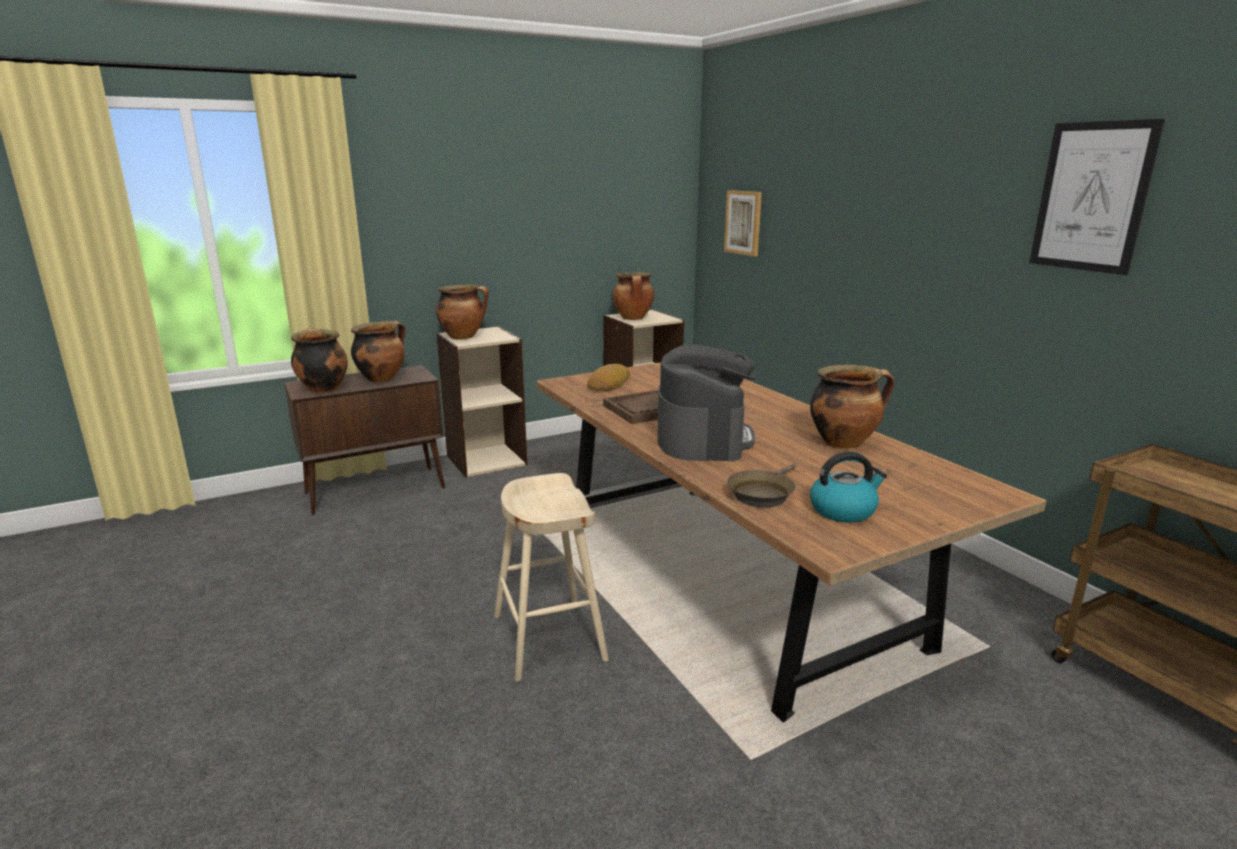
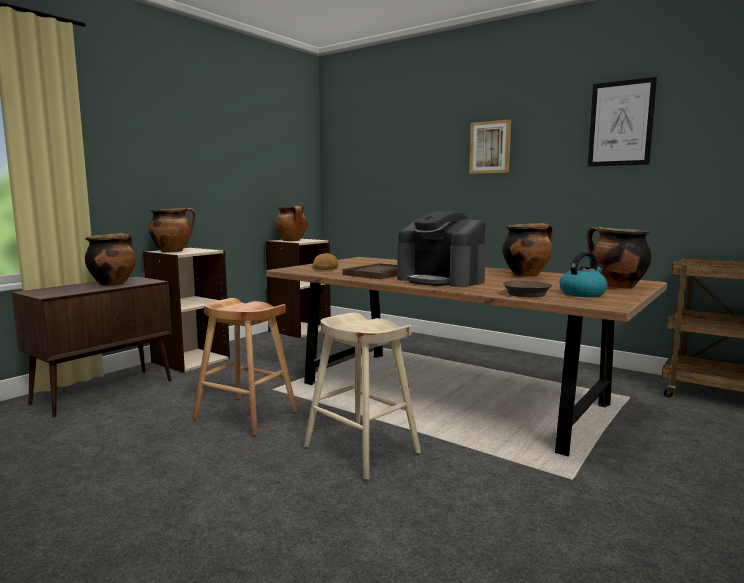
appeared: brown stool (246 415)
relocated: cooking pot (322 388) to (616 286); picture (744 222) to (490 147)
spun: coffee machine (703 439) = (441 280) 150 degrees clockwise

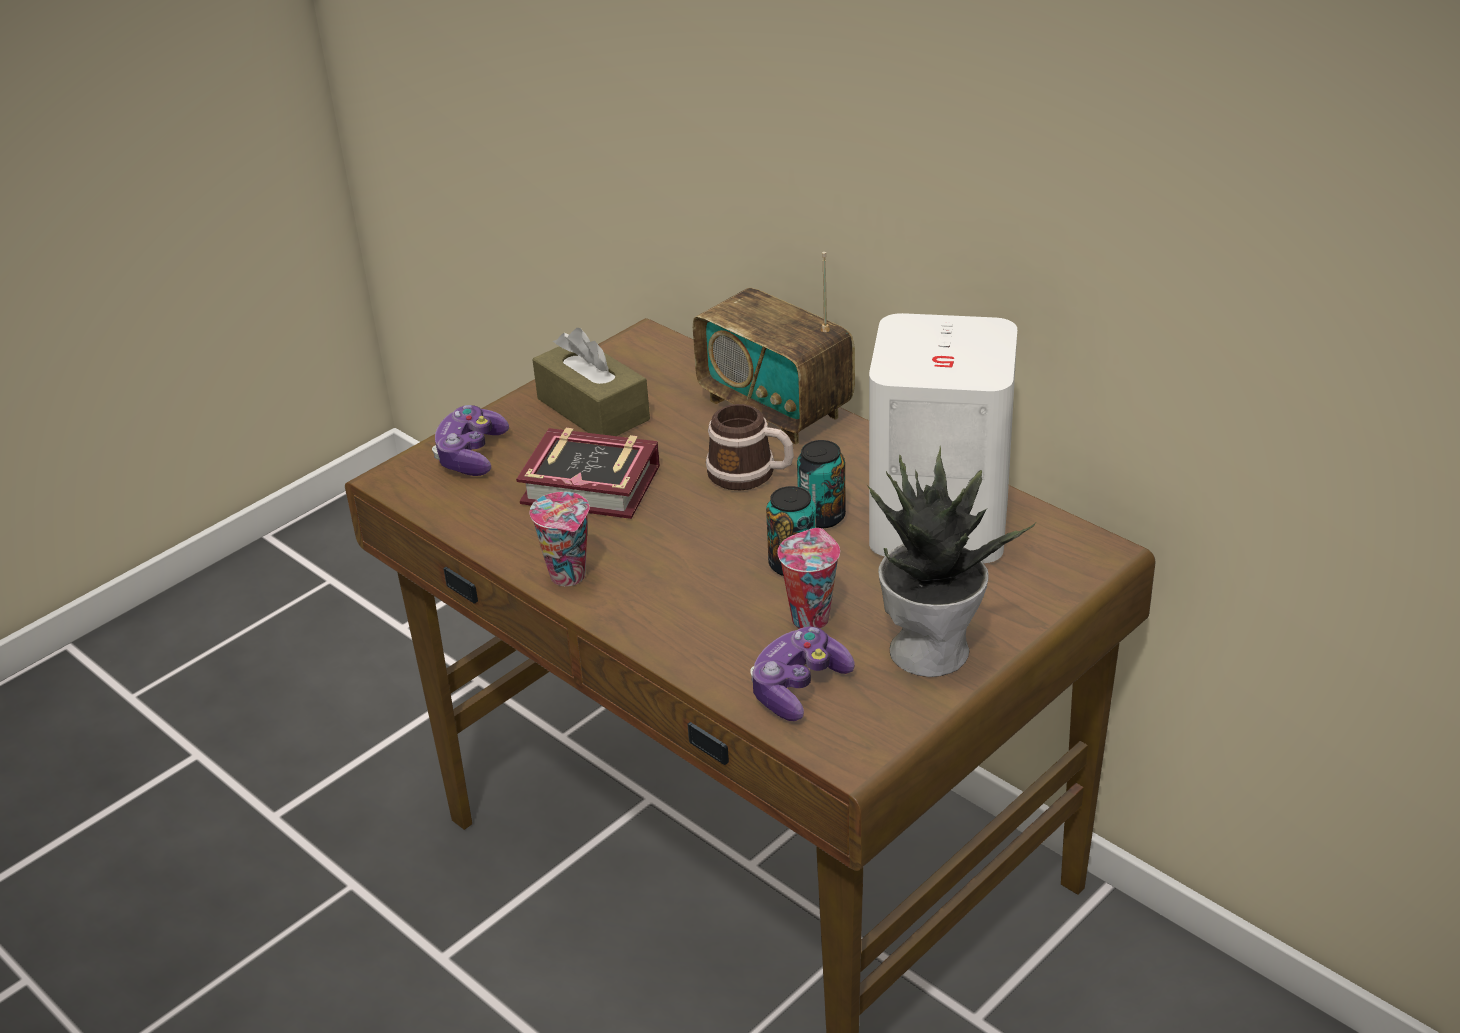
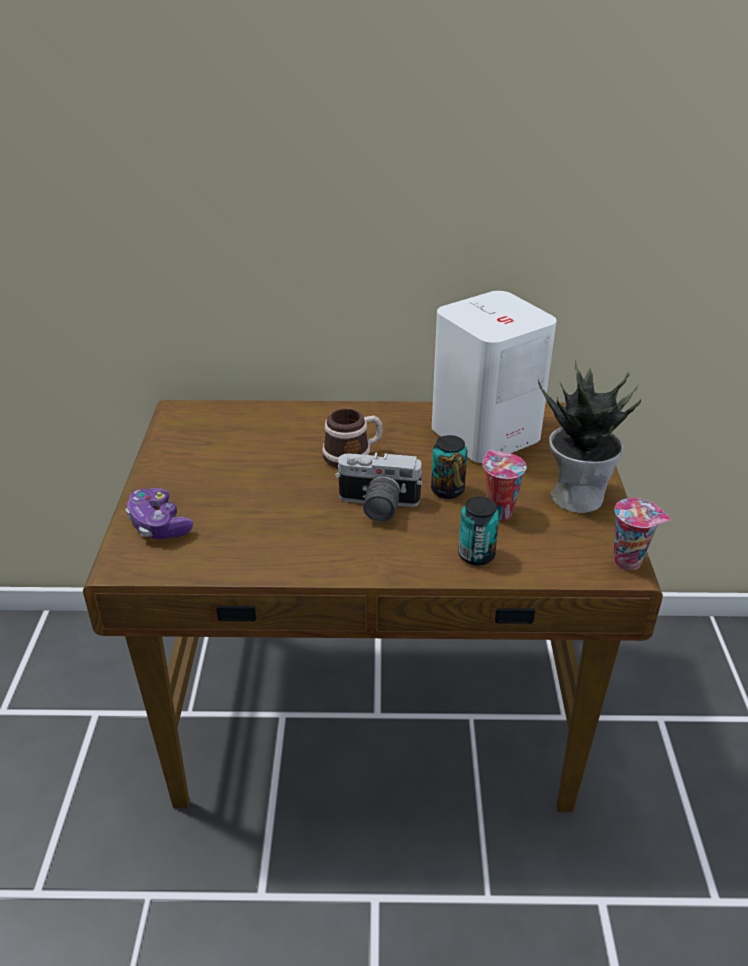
missing: book (595 488); brown tissue box (593 409); radio (775 408); game controller (798 687)
appeared: photo camera (377 507)
relocated: cup (570 576) to (629 561); can (822 516) to (476 555)

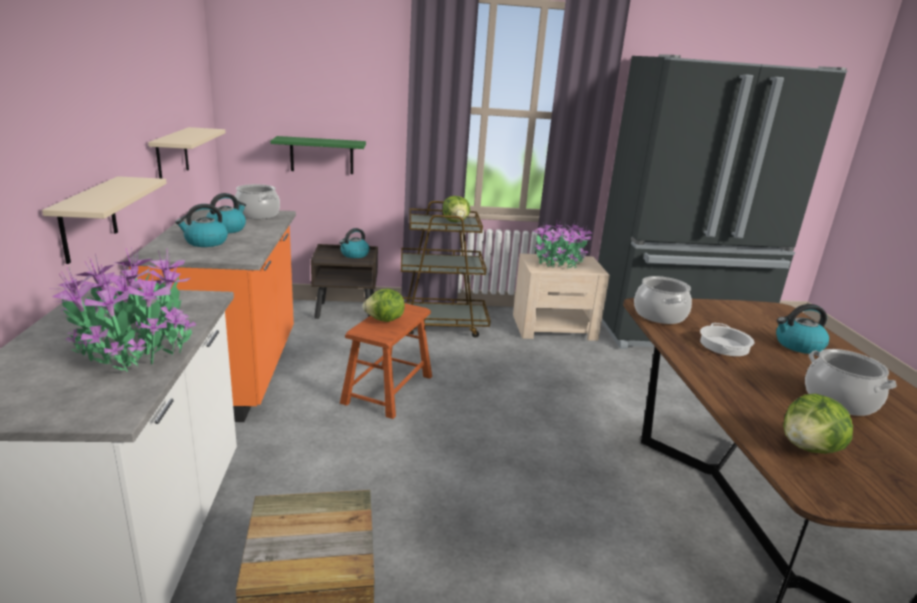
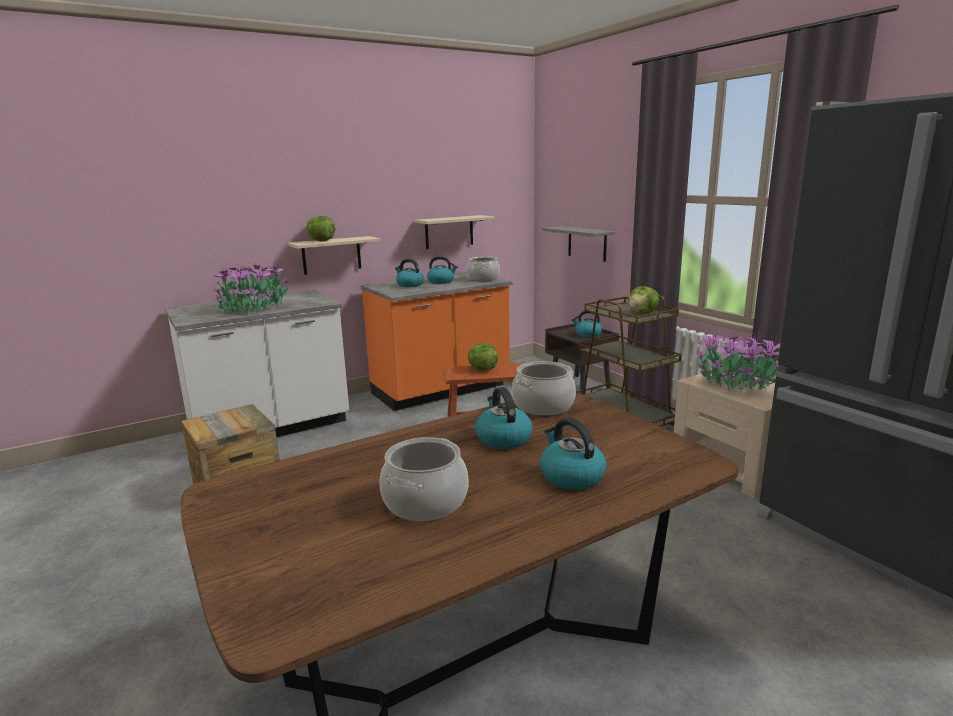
relocated: lettuce (809 448) to (320 241)
exchanged: cooking pot (725 346) to kettle (503 439)
colour: green shelf (322 155) to grey shelf (587 243)

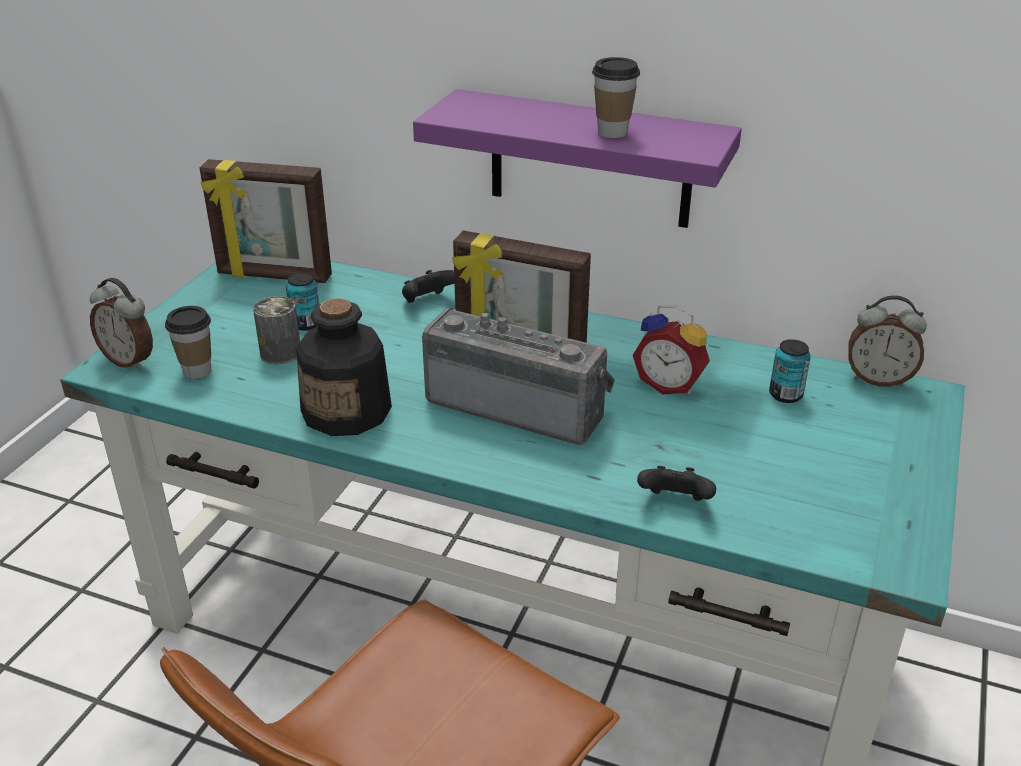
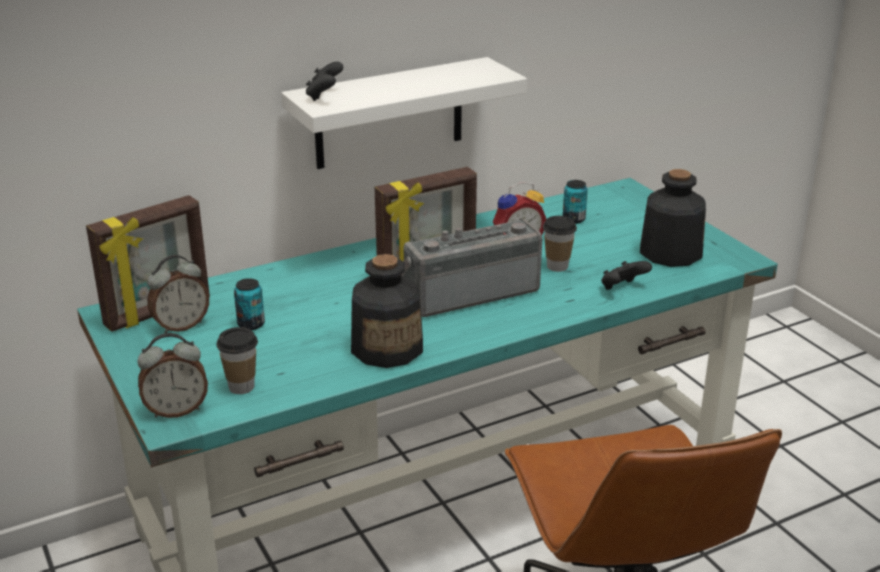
missing: can (280 353)
appeared: bottle (669 253)
relocated: black game controller (428 301) to (324 96); cup (612 132) to (557 266); alarm clock (878 379) to (181 326)
colour: purple shelf (590 159) to white shelf (389 114)

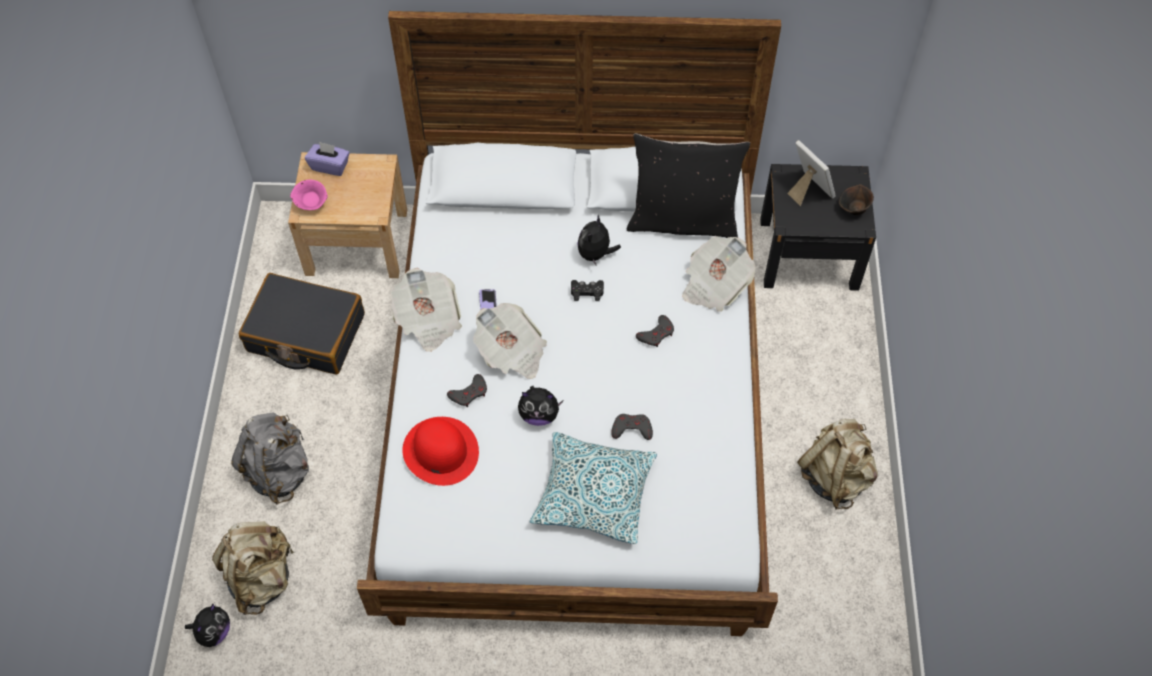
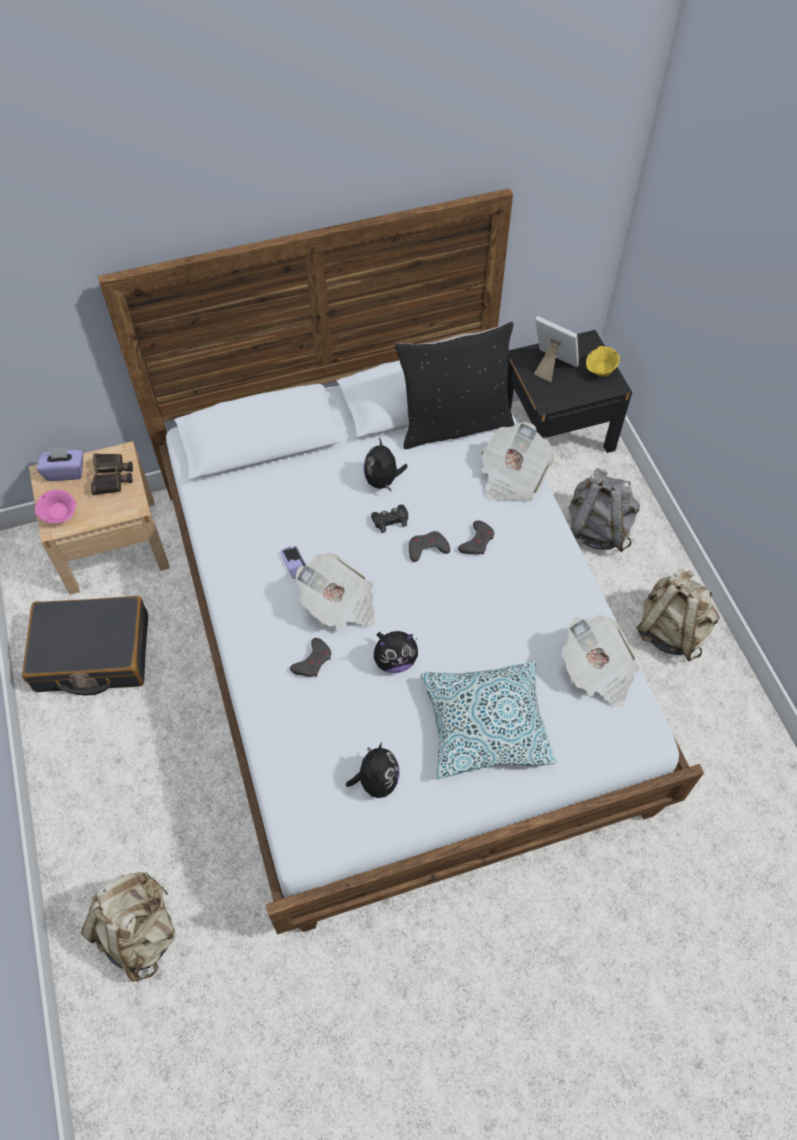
missing: red hat (440 451)
appeared: binoculars (112 477)
relocated: plush toy (214 632) to (376 781); grey backpack (279 471) to (597 529); newspaper (428 320) to (597 671); grey game controller (631 429) to (427 548)
colour: brown bowl (853 209) to yellow bowl (600 371)

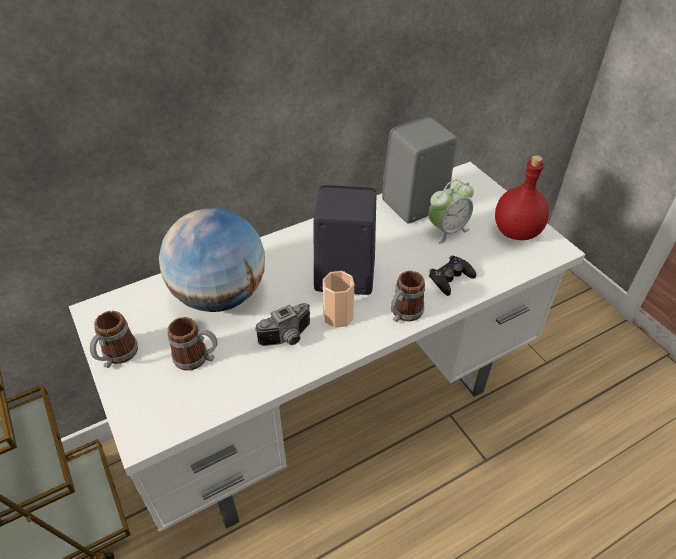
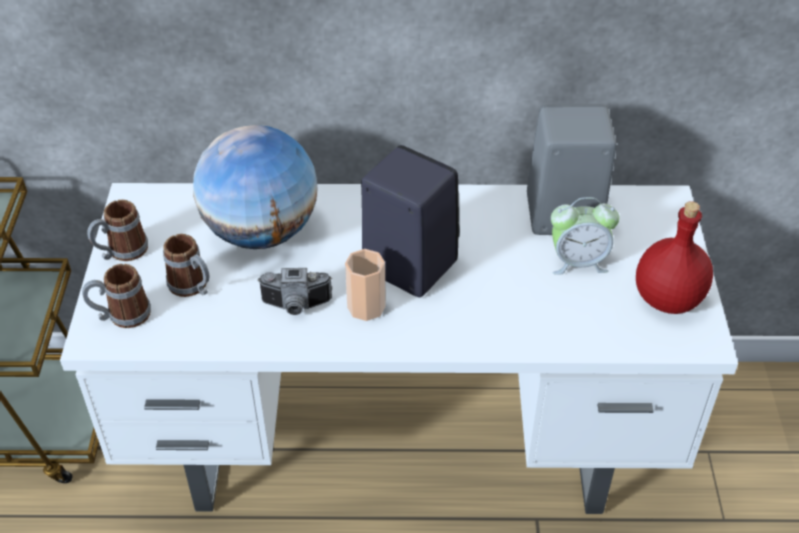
missing: black game controller (450 278)
relocated: mug (403 314) to (121 316)

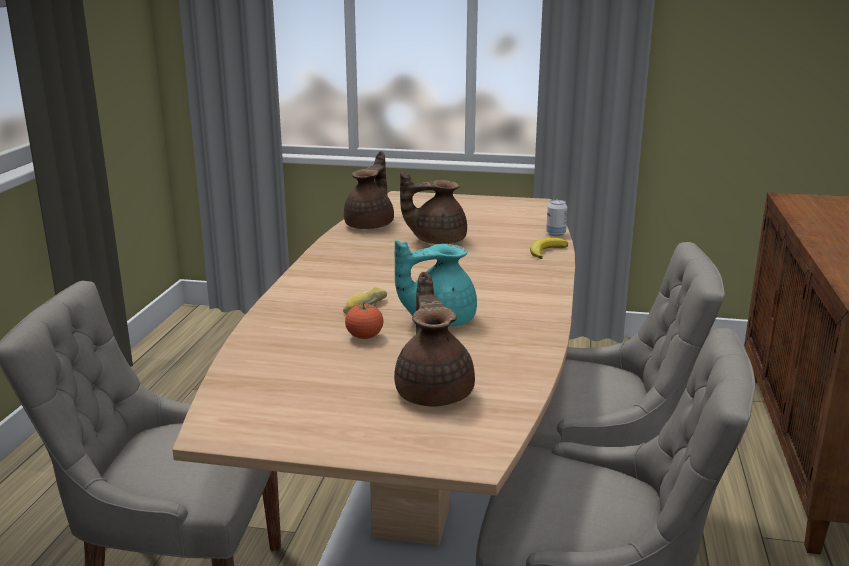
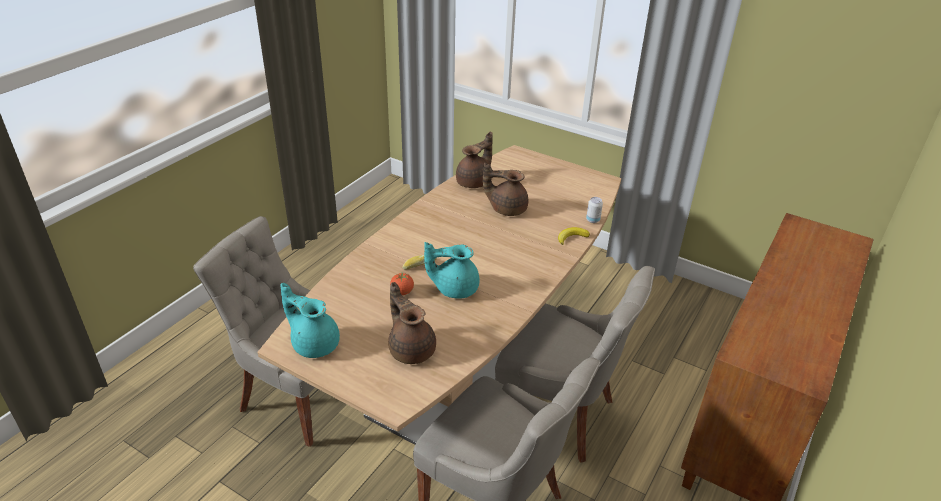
appeared: turquoise teapot (314 343)
spun: brown teapot (434 391) = (411 349) 45 degrees counterclockwise

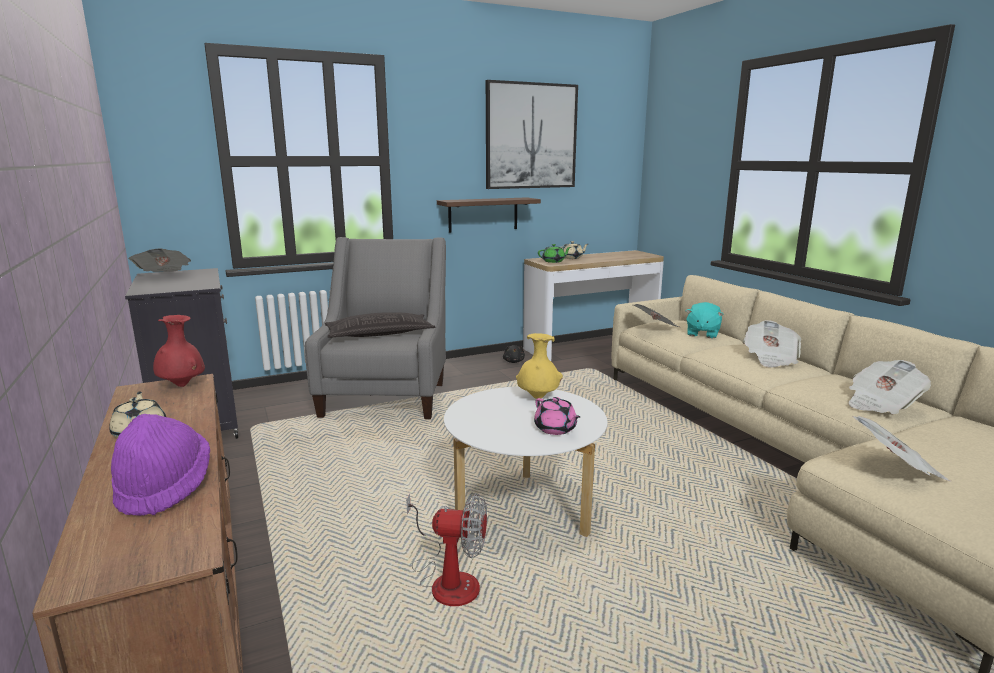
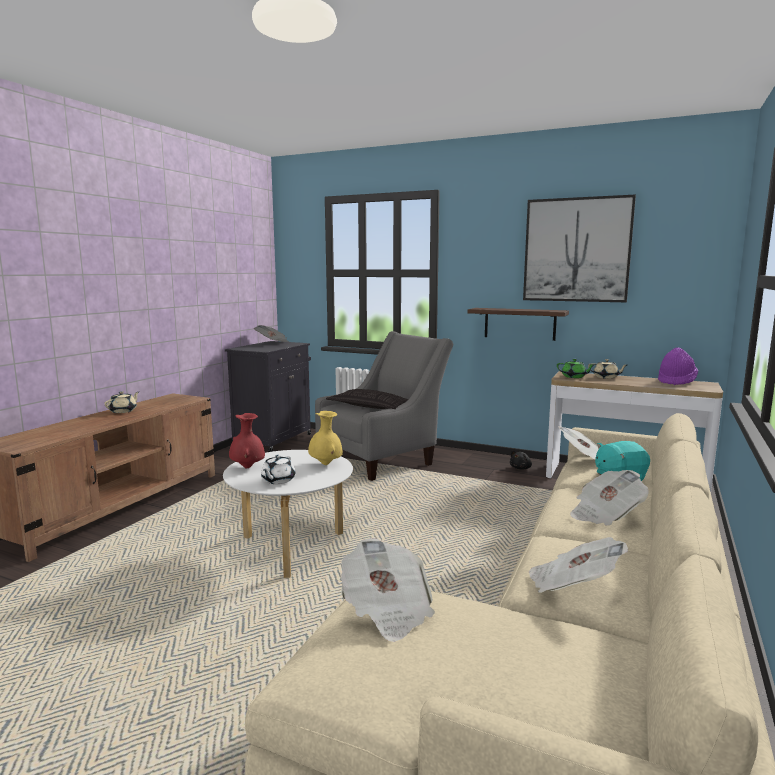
missing: fan (447 579)
relocated: purple hat (164 488) to (676 381); red vase (182 385) to (247 467)
colour: pink teapot (555 429) to white teapot (278 480)

